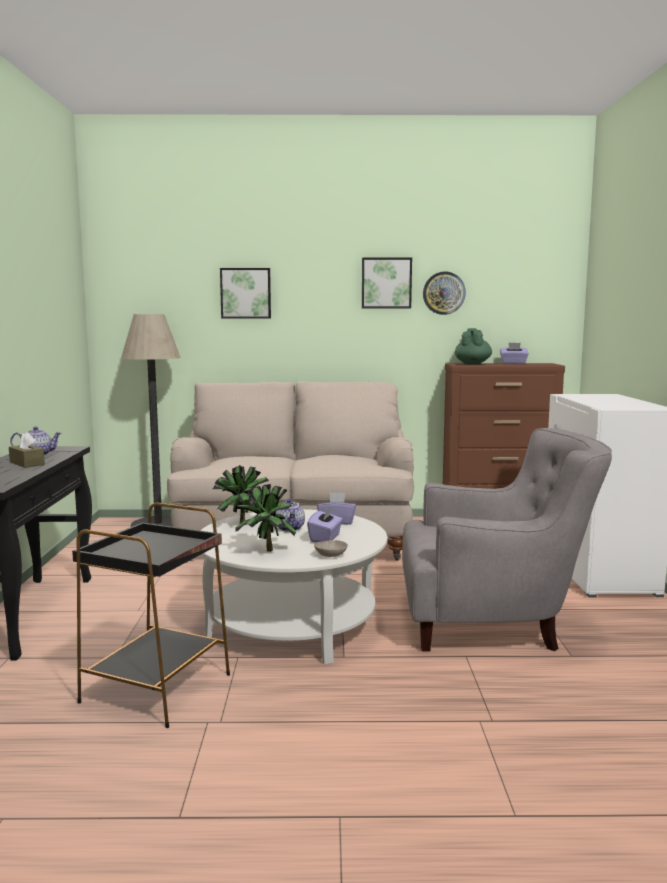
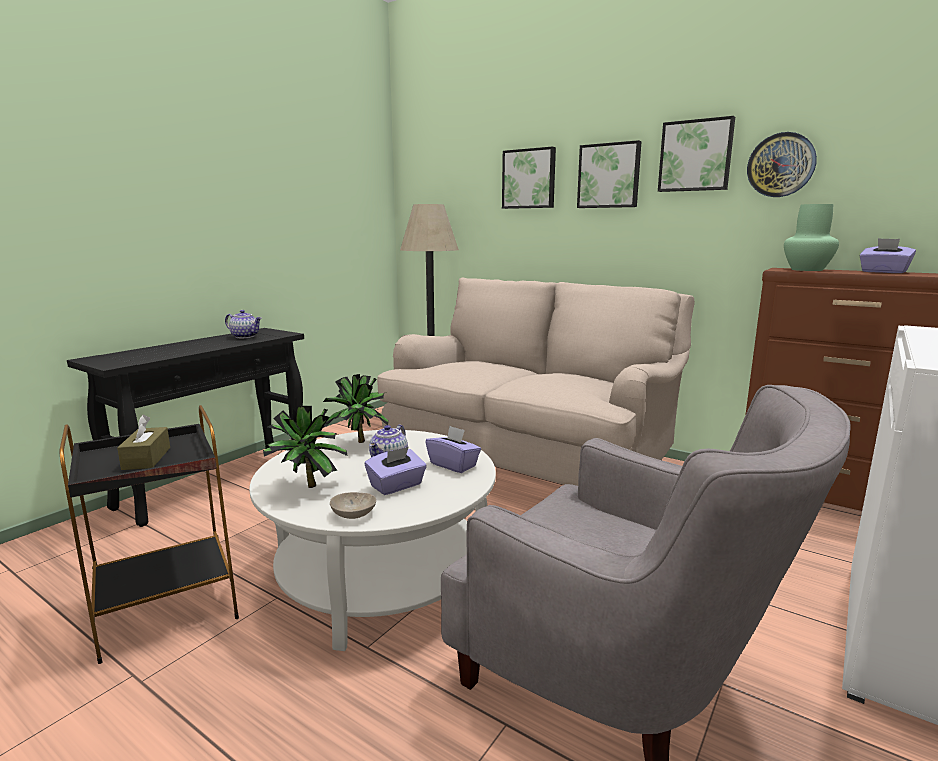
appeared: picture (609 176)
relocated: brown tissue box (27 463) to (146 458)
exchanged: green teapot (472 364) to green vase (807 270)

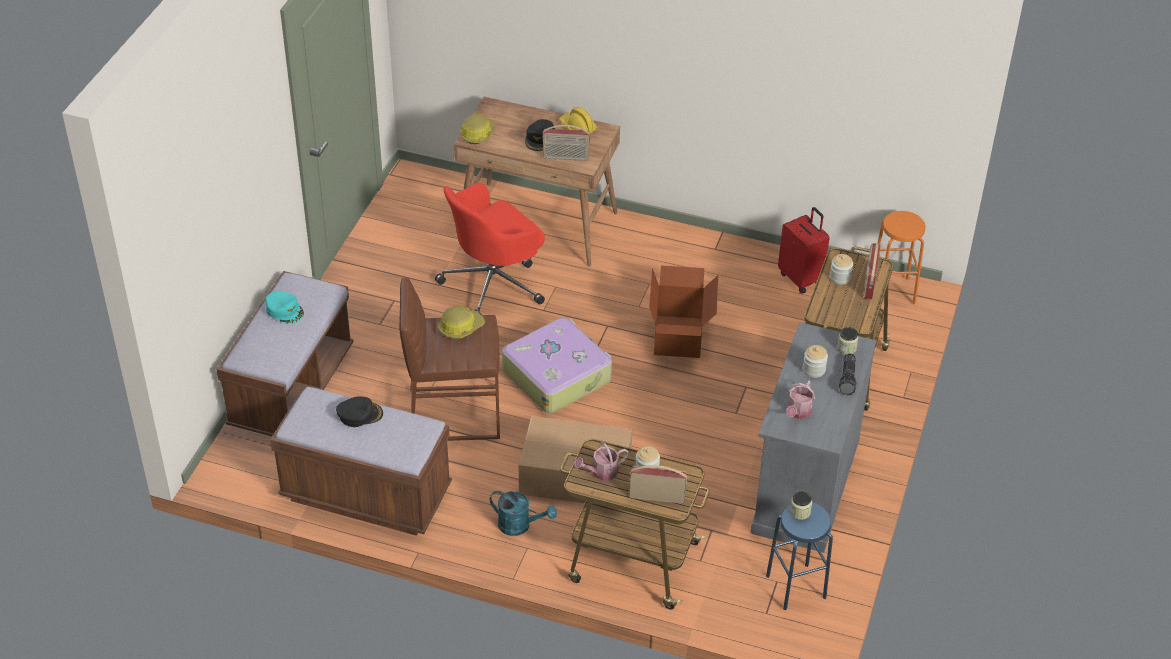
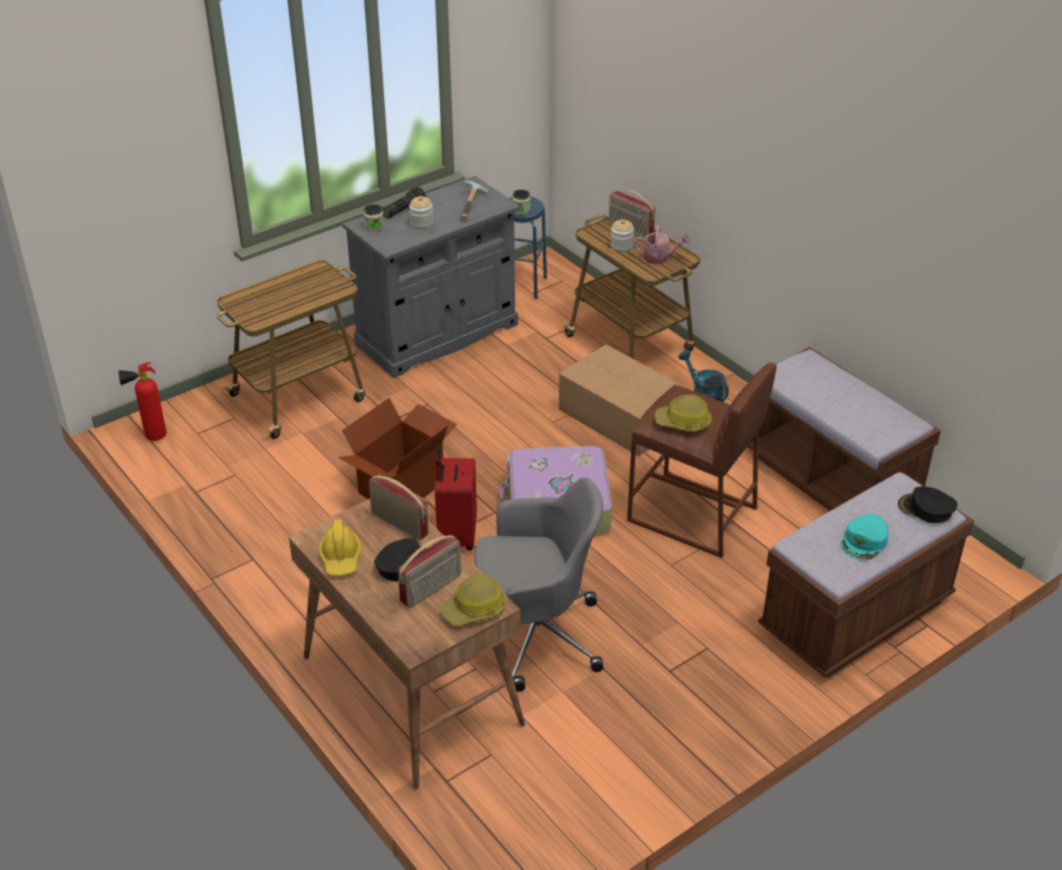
missing: jar (840 277)
relocated: black cap (360 414) to (926 509); red suitcase (801 278) to (456 536); radio (869 283) to (431 589)
exchanged: watering can (798 412) to hammer (473 205); orange stool (892 291) to fire extinguisher (151 437)
colour: red office chair (494 283) to grey office chair (534 635)
spun: turquoise cap (284 310) = (864 541) 135 degrees counterclockwise

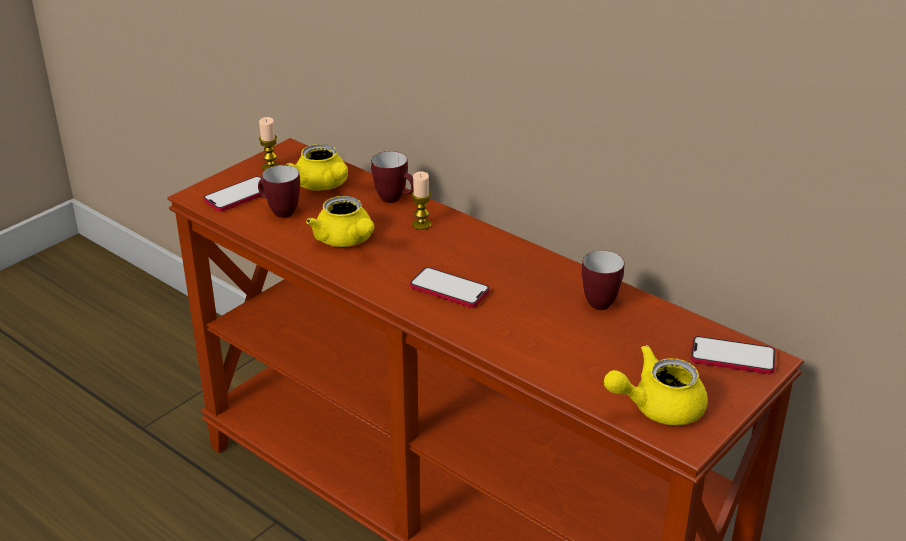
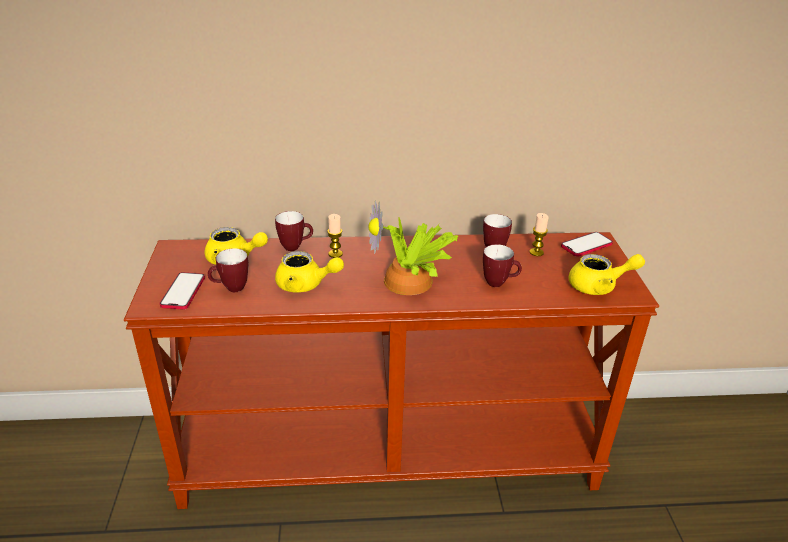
appeared: mug (499 283)
relocated: candle (270 167) to (536 252)
exchanged: phone (449 289) to potted plant (411 282)
spun: yellow teapot (657 407) = (599 286) 120 degrees counterclockwise

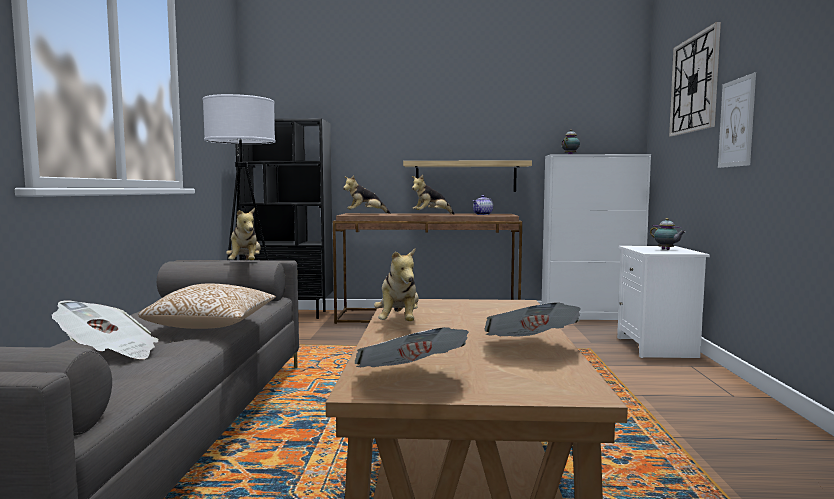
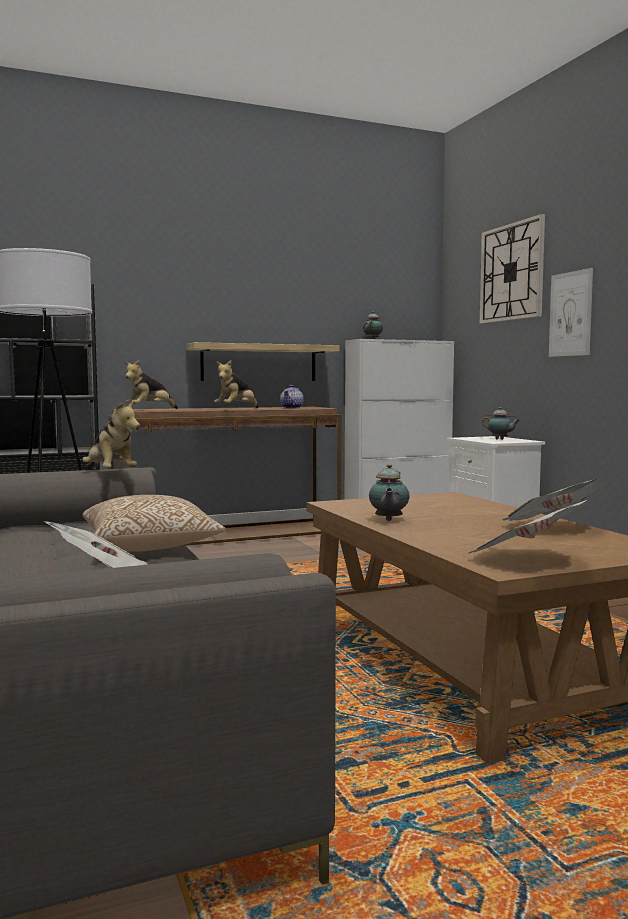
exchanged: plush toy (399 323) to teapot (388 520)

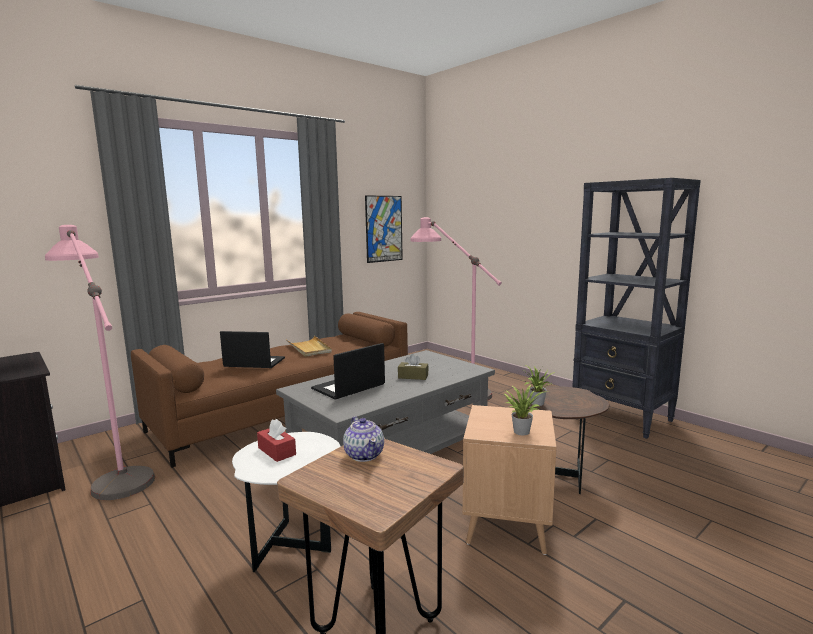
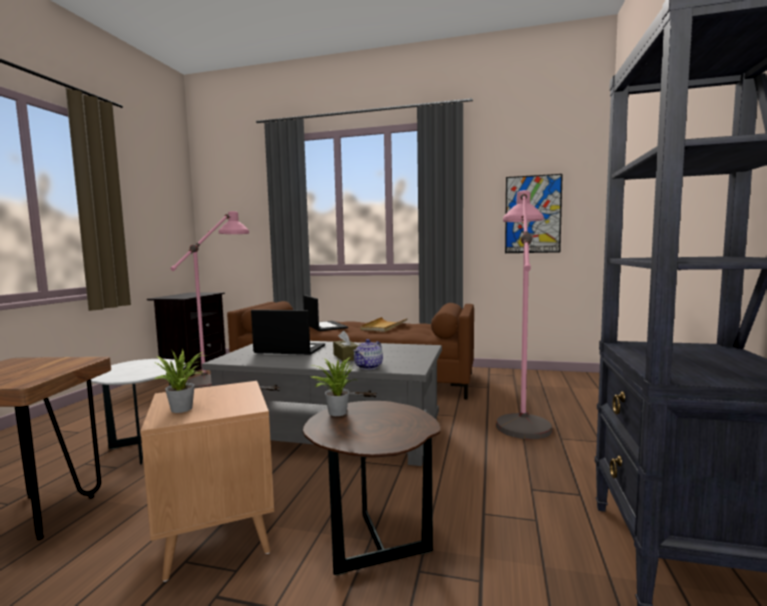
missing: red tissue box (277 451)
relocated: teapot (364 455) to (369 367)

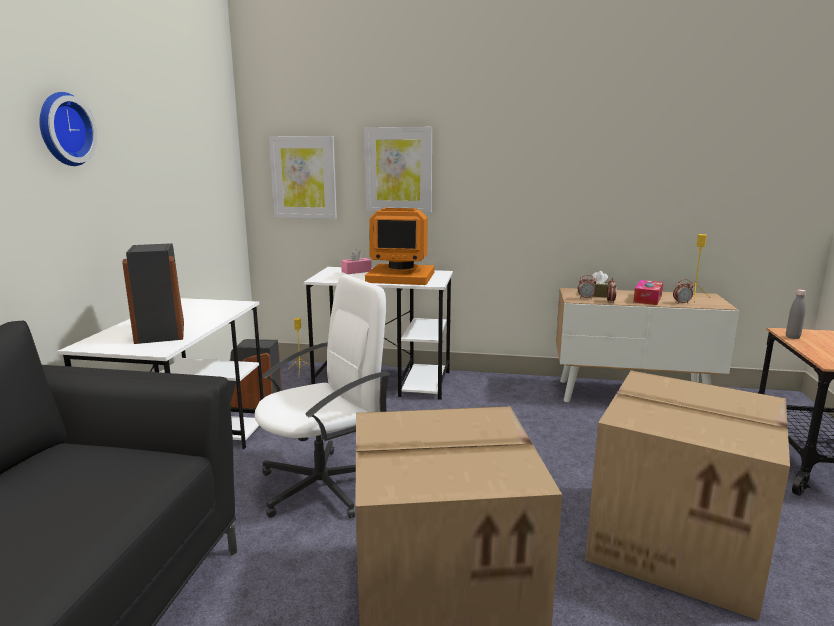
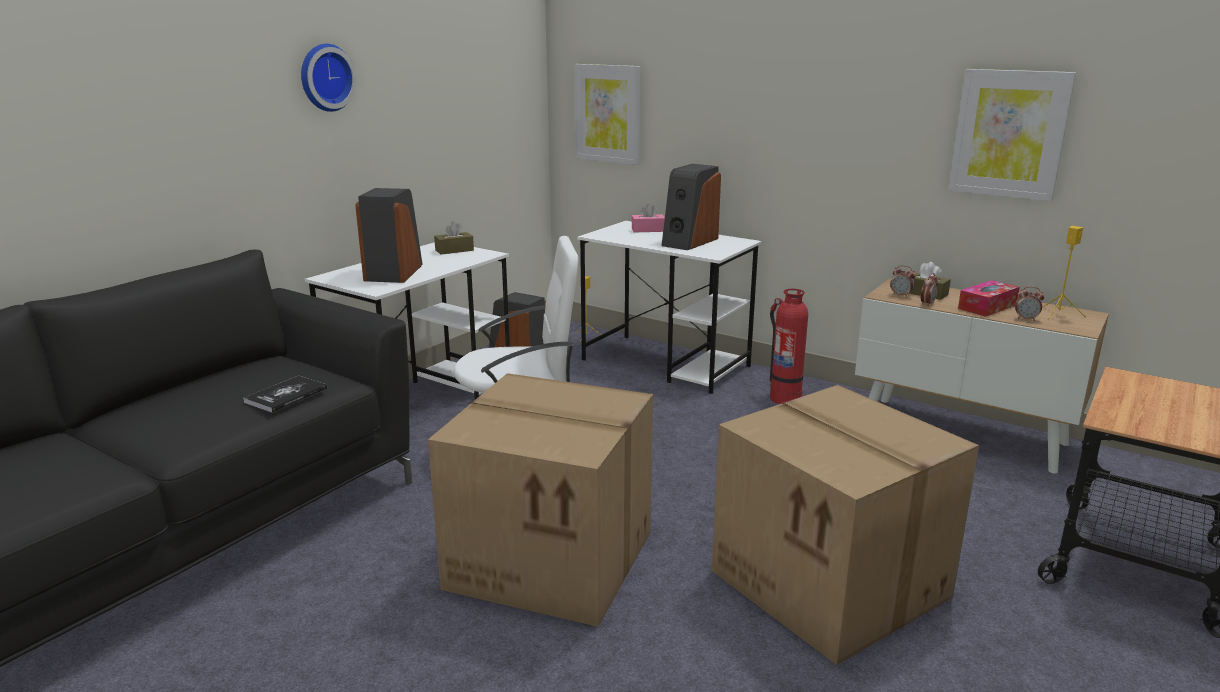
missing: grey bottle (792 337)
appeared: book (286 395); brown tissue box (454 250); fire extinguisher (784 398)
relocated: picture (398 170) to (1009 134)
exchanged: monitor (401 276) to speaker (689 242)

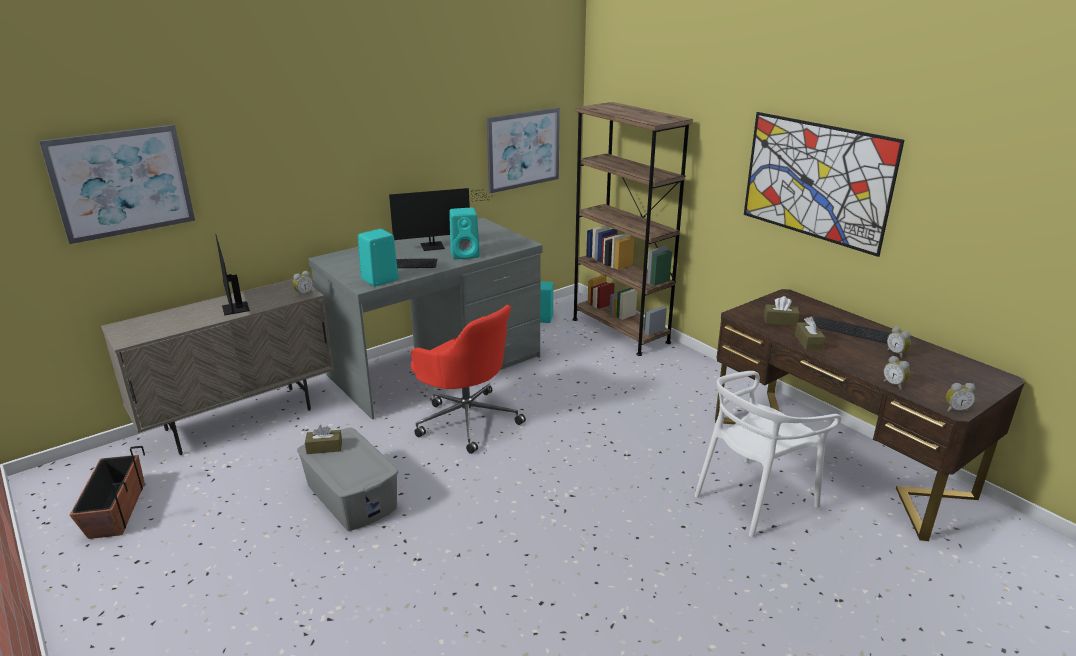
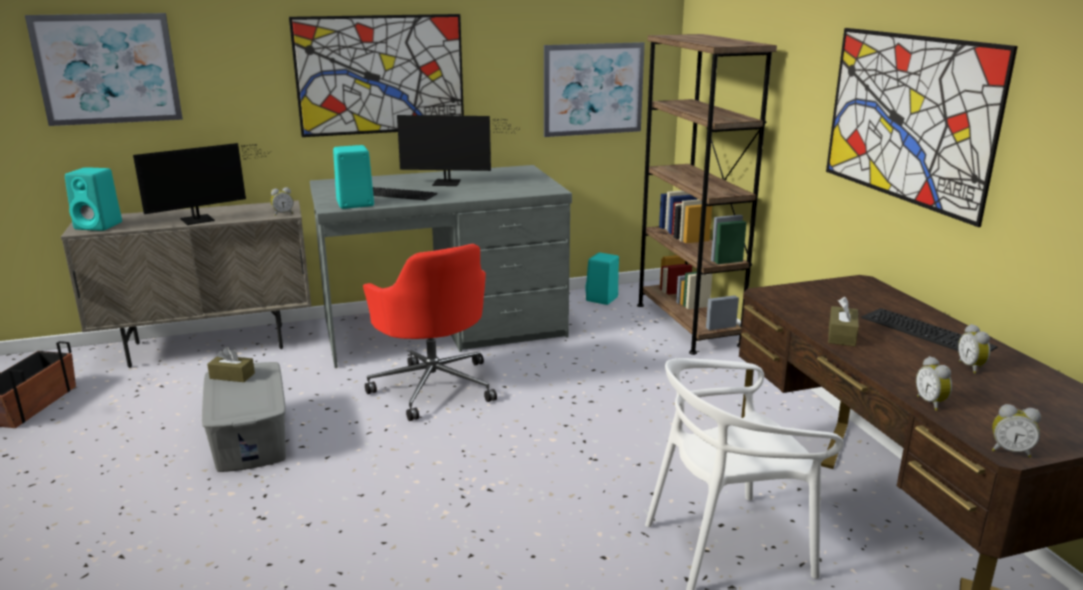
missing: brown tissue box (780 321)
appeared: picture (380 75)
relocated: turquoise speaker (466 254) to (100 226)
spun: monitor (235 310) = (203 219) 120 degrees counterclockwise

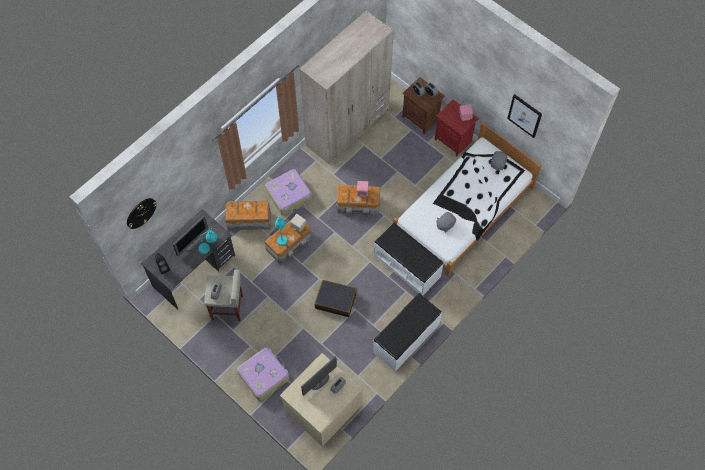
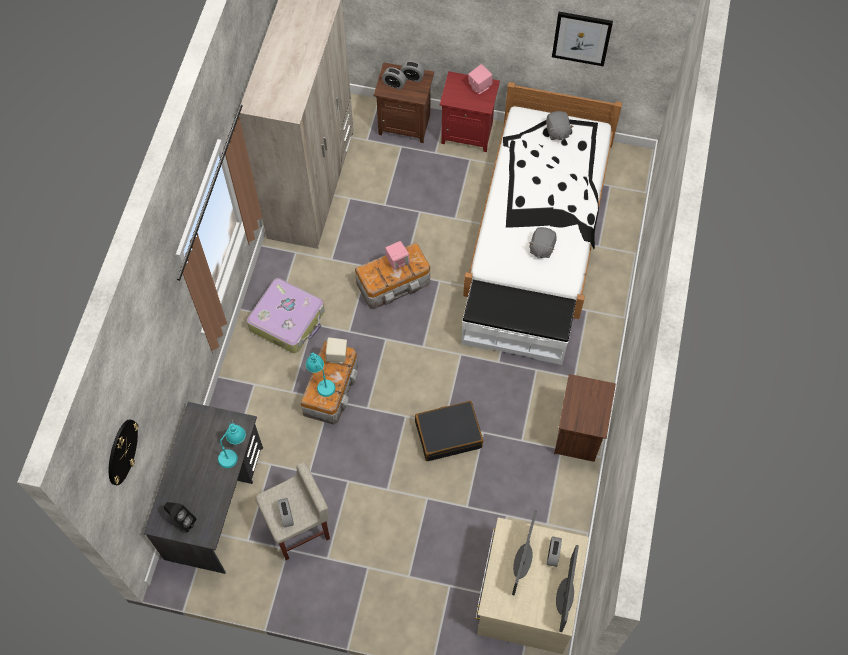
missing: storage box (248 220); suitcase (264 375)
relocated: monitor (193 243) to (565 596)
exchanged: white bench (406 339) to brown nightstand (579 434)

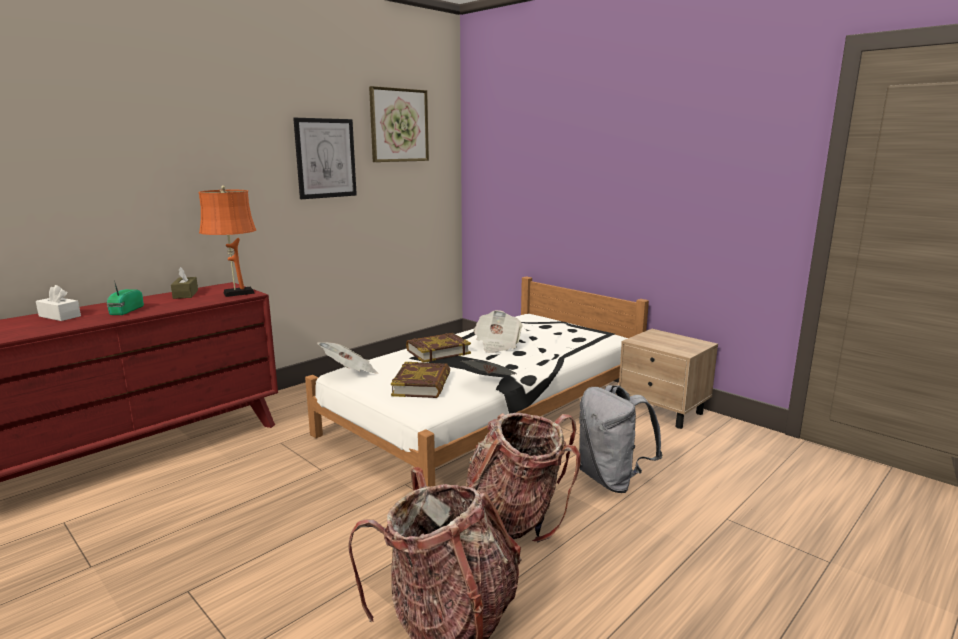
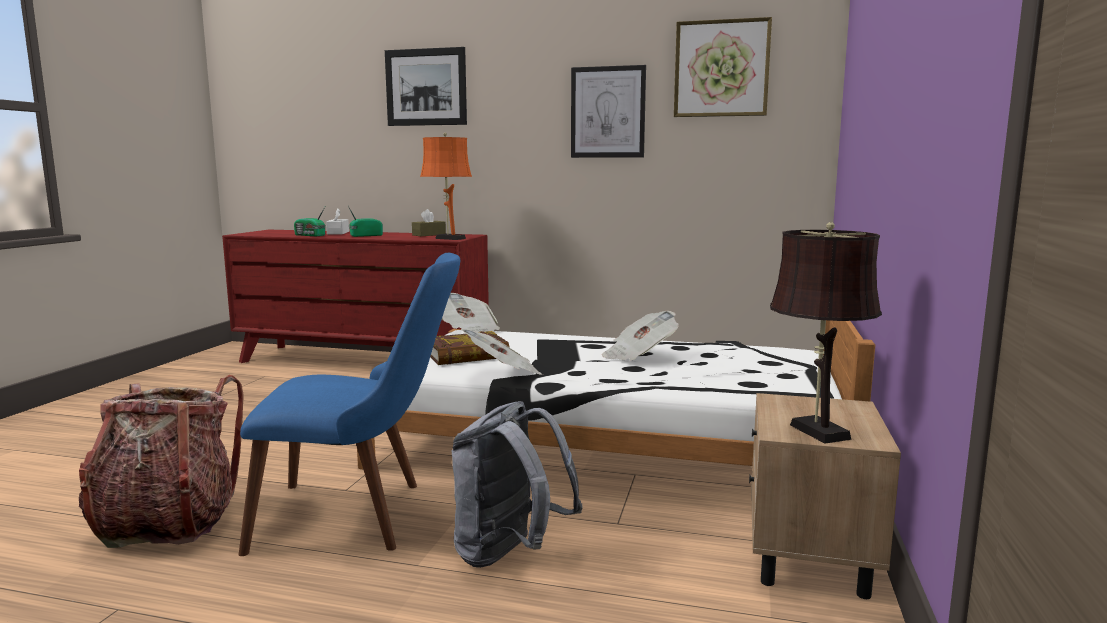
missing: book (438 352)
appeared: radio (310 235); picture (426 87); brown table lamp (815 430)
exchanged: backpack (516 519) to blue chair (362 515)

